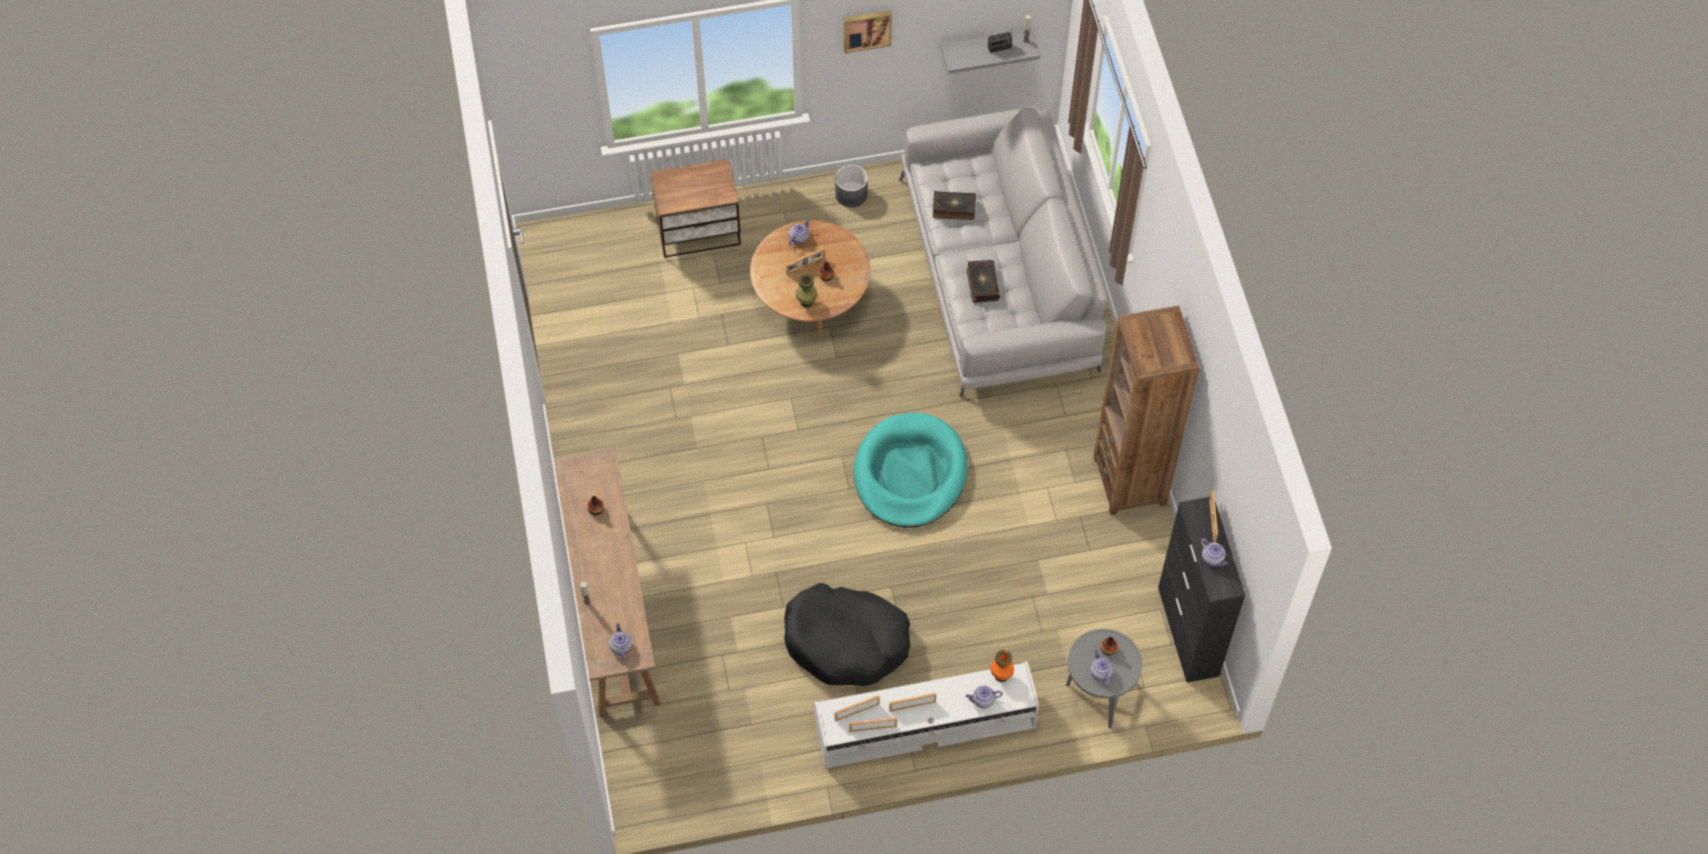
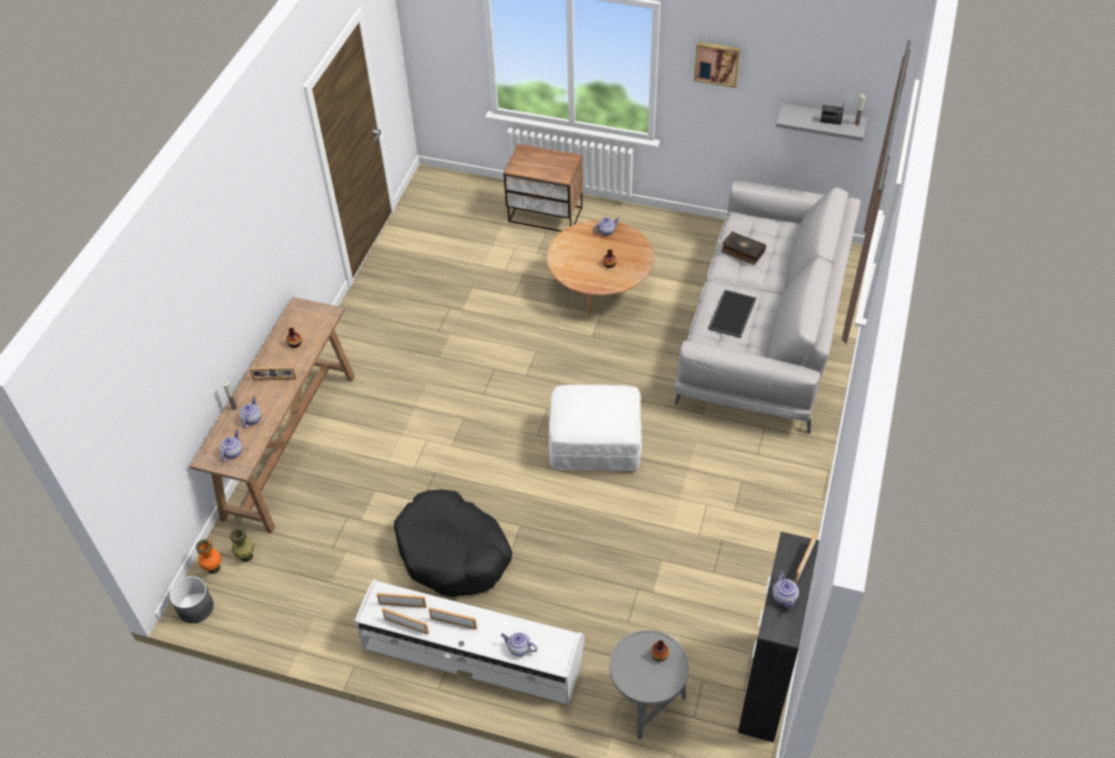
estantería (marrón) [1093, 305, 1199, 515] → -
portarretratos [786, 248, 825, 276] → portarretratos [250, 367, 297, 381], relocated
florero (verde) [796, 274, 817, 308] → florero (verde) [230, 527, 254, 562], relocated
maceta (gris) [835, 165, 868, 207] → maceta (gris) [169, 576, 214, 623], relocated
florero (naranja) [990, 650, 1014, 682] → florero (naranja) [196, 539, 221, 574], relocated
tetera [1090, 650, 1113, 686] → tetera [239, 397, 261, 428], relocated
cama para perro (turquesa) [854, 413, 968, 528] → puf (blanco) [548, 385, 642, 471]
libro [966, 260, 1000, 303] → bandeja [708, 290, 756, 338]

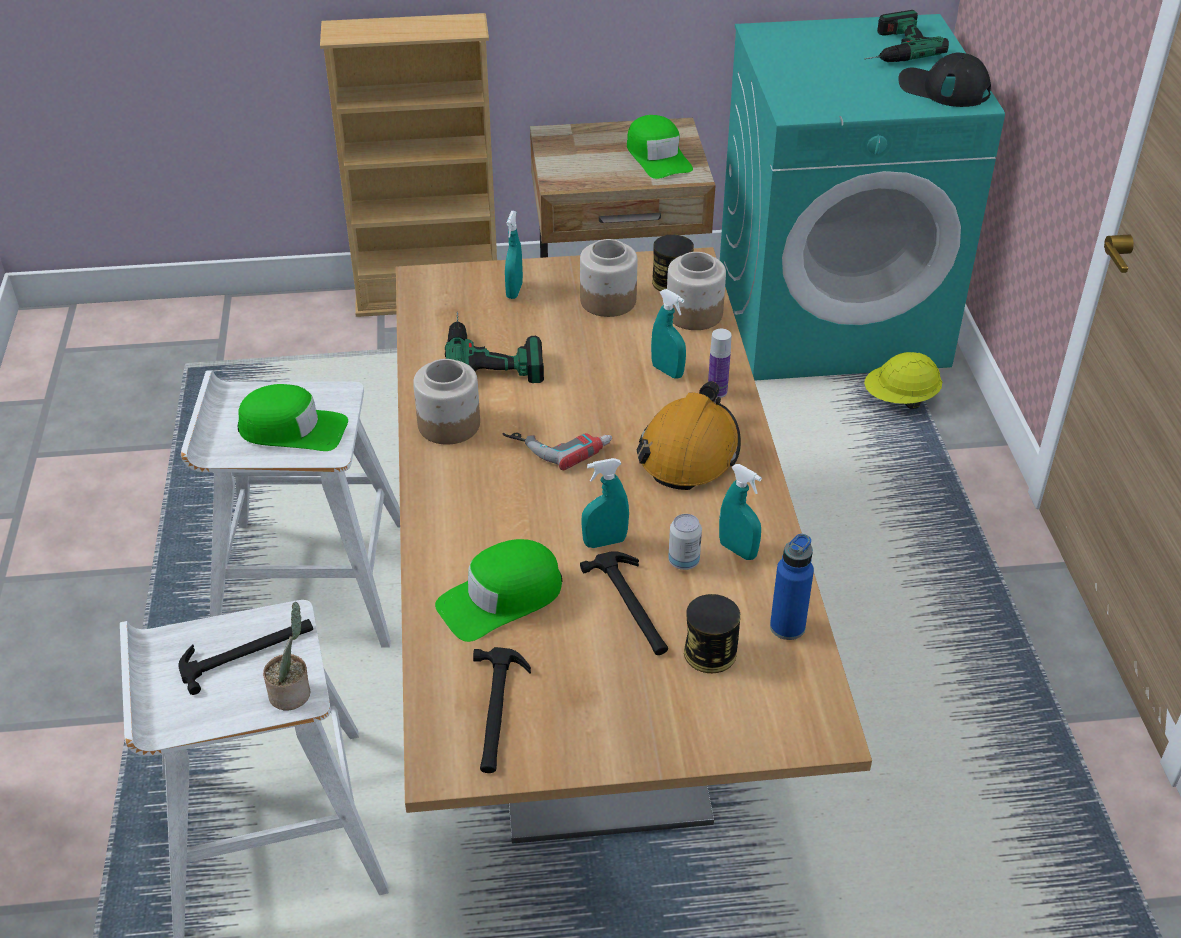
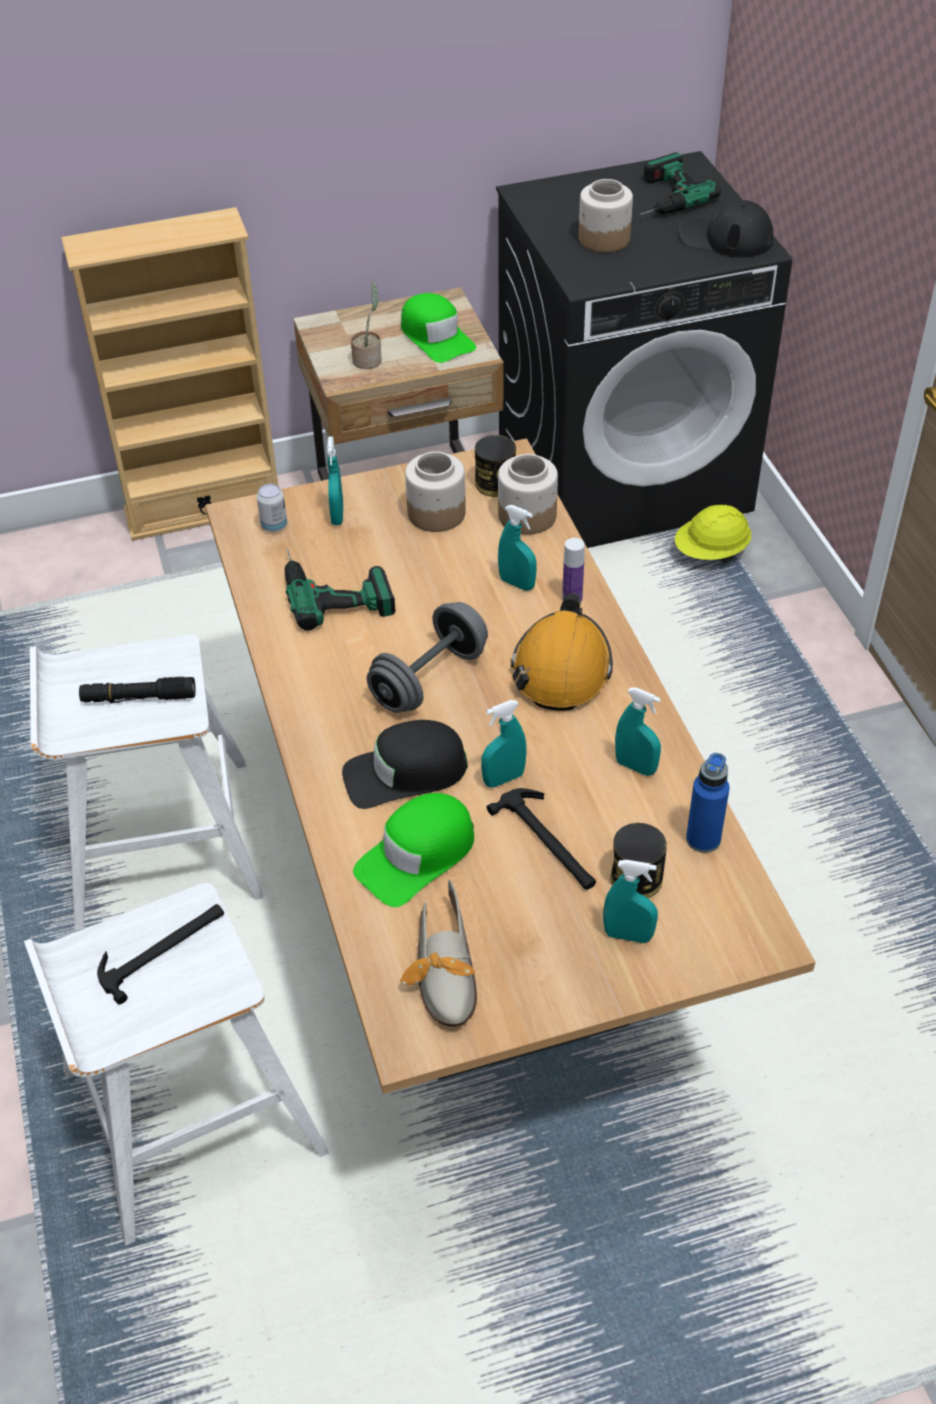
- → gorra (negro) [342, 720, 468, 809]
- → pulverizador (turquesa) [603, 860, 658, 943]
planta en maceta [263, 602, 310, 711] → planta en maceta [351, 281, 382, 369], relocated
tarro [413, 359, 480, 445] → tarro [579, 179, 633, 252], relocated
lata [668, 514, 702, 570] → lata [257, 484, 287, 532], relocated
gorra (verde) [238, 384, 348, 451] → linterna (negro) [79, 677, 196, 703]
martillo [473, 647, 531, 773] → zapato [400, 879, 477, 1027]
taladro [502, 433, 612, 470] → mancuerna (gris) [367, 602, 488, 713]
lavadora (turquesa) [720, 14, 1005, 380] → lavadora (negro) [496, 151, 792, 548]

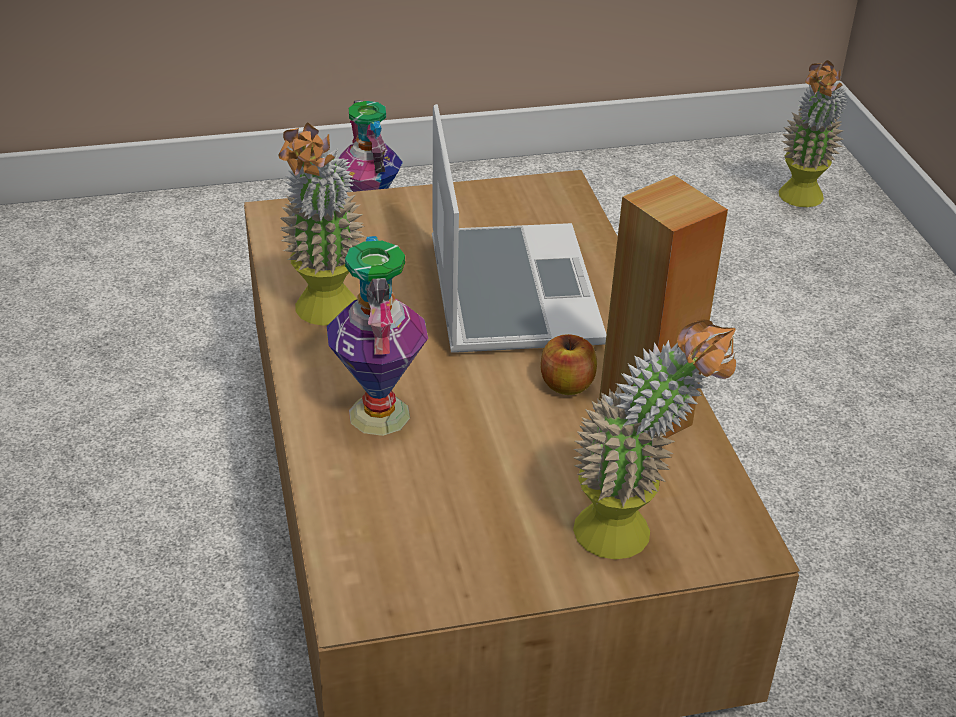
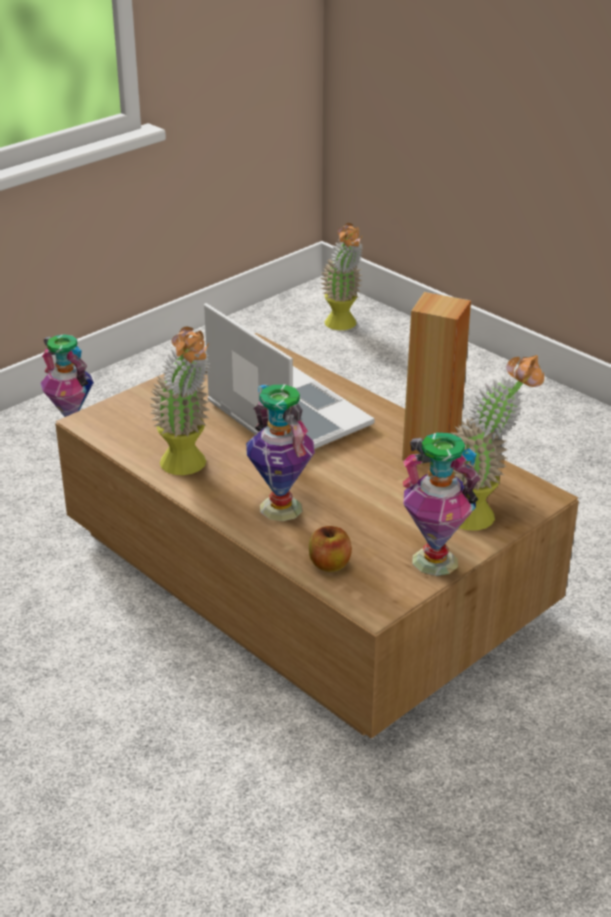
- → florero [403, 433, 481, 576]
manzana [541, 334, 597, 395] → manzana [309, 526, 352, 572], relocated

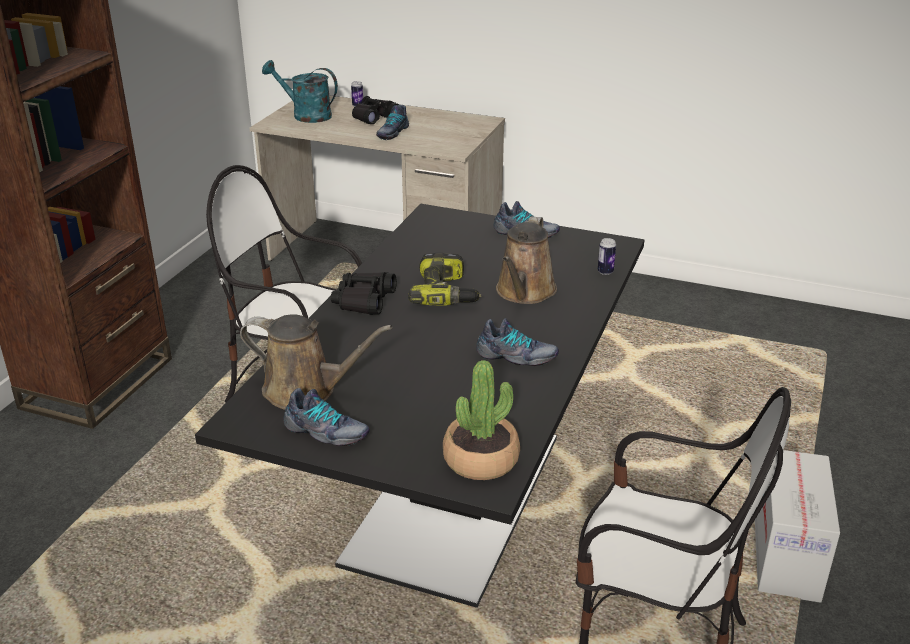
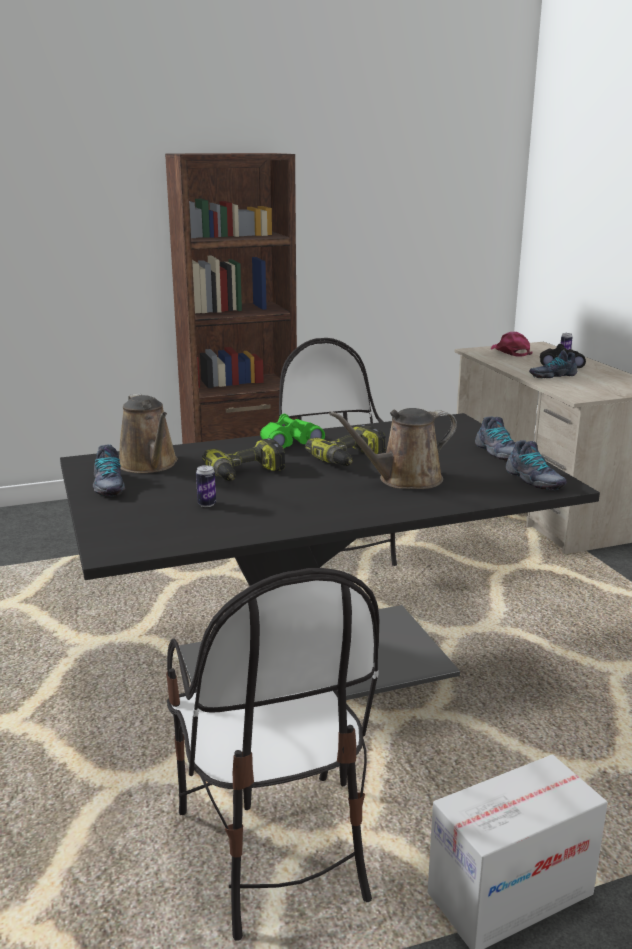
planta en maceta [443, 360, 520, 480] → -
- → taladro [202, 438, 286, 481]
zapato [476, 318, 559, 366] → zapato [506, 440, 567, 490], relocated
lata [598, 238, 616, 275] → lata [196, 465, 216, 507], relocated
regadera (turquesa) [262, 60, 338, 123] → gorra (rosa) [491, 332, 533, 357]
prismáticos (negro) [331, 272, 397, 315] → prismáticos (verde) [260, 414, 325, 448]

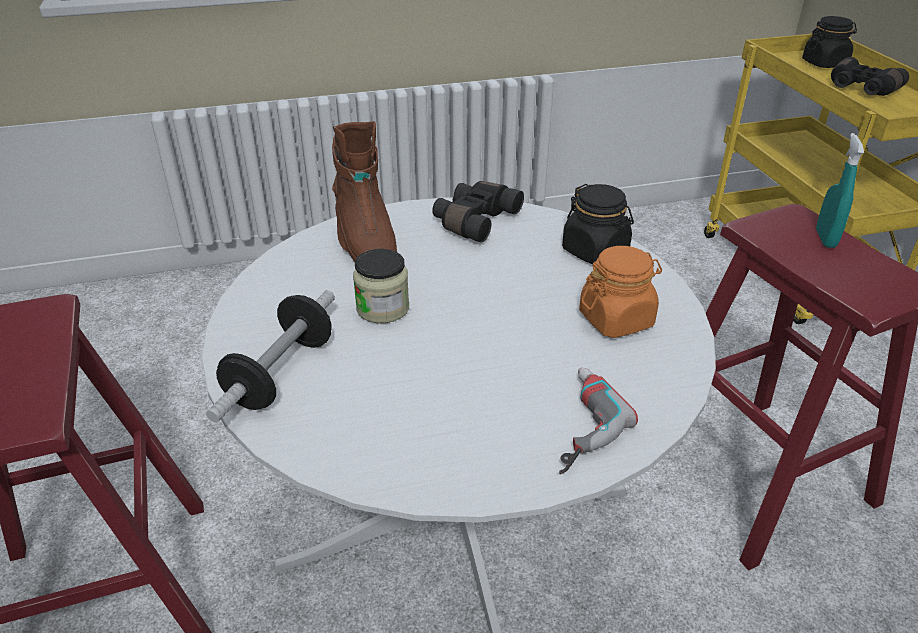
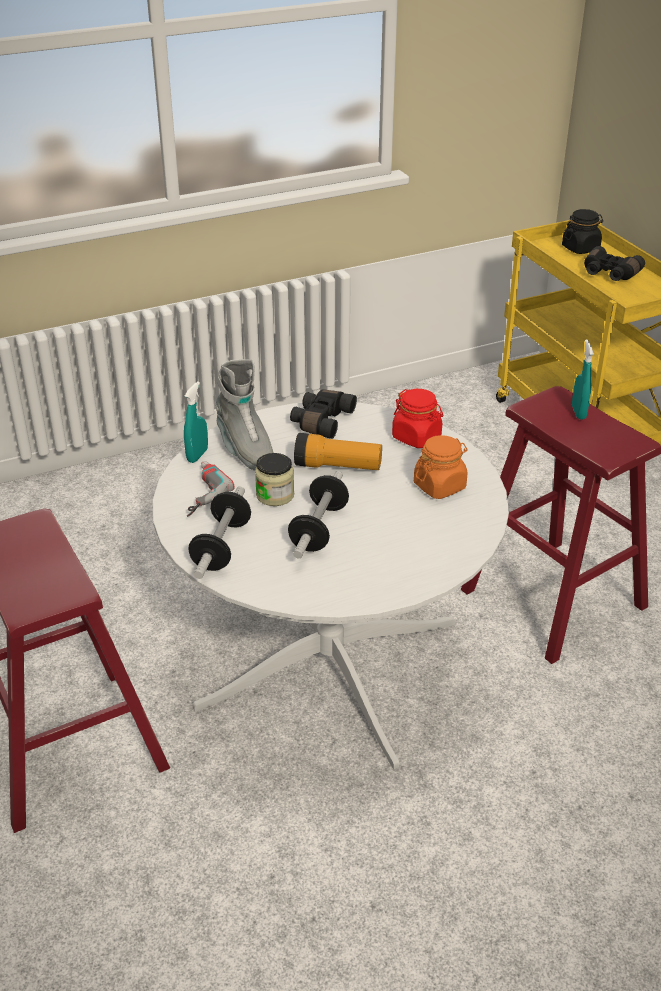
- → pulverizador (turquesa) [184, 381, 208, 463]
- → mancuerna [288, 471, 349, 558]
- → linterna [294, 433, 382, 470]
taladro [559, 367, 638, 474] → taladro [187, 461, 234, 517], relocated
bota (marrón) [332, 121, 397, 262] → bota (gris) [215, 359, 274, 471]
tarro (negro) [562, 184, 634, 264] → tarro (rojo) [392, 389, 443, 448]

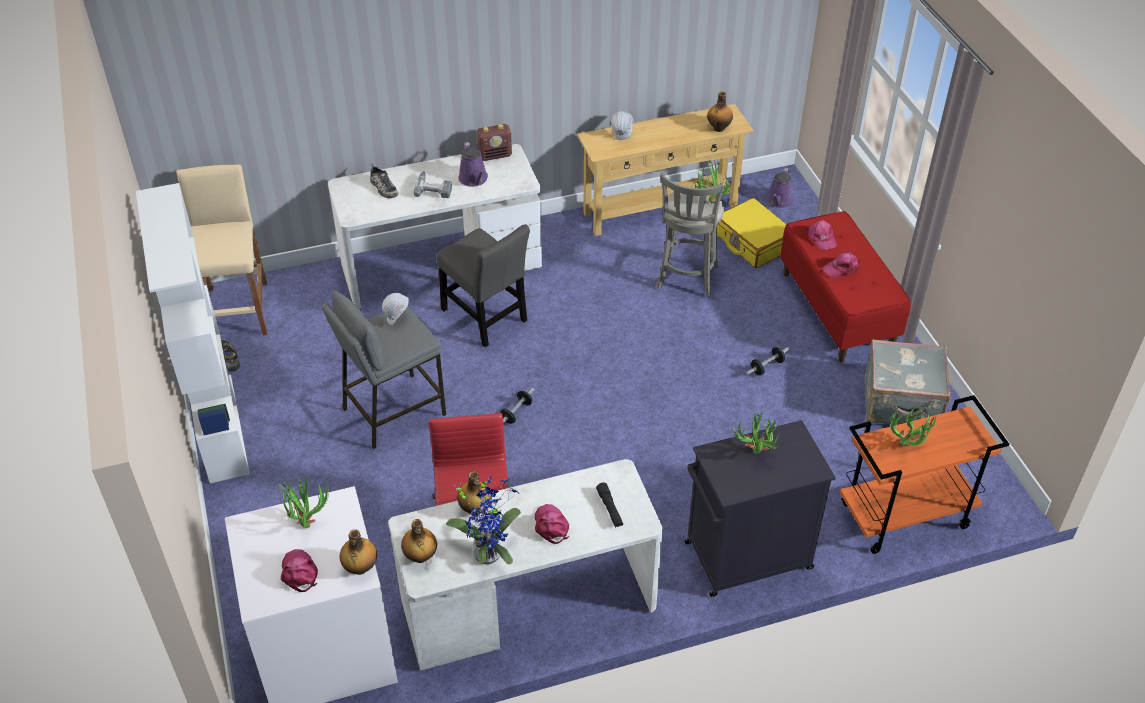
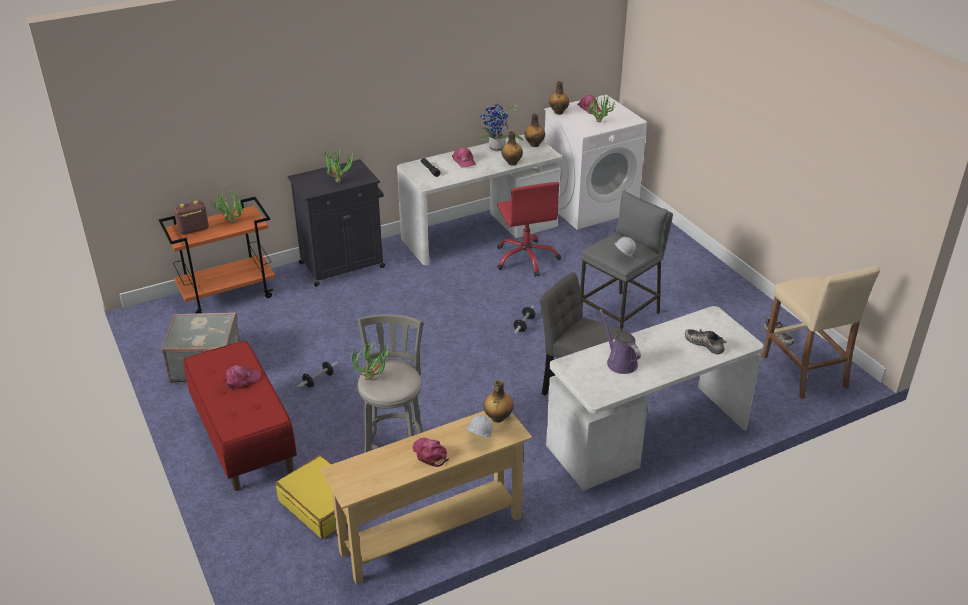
estantería (blanco) [136, 183, 250, 483] → -
taladro [414, 171, 452, 198] → -
regadera (morado) [767, 168, 794, 208] → -
radio [476, 124, 512, 161] → radio [174, 201, 209, 235], relocated
botella [707, 92, 733, 132] → botella [483, 380, 514, 423], relocated
gorra (rosa) [806, 220, 837, 250] → gorra (rosa) [413, 438, 449, 467], relocated

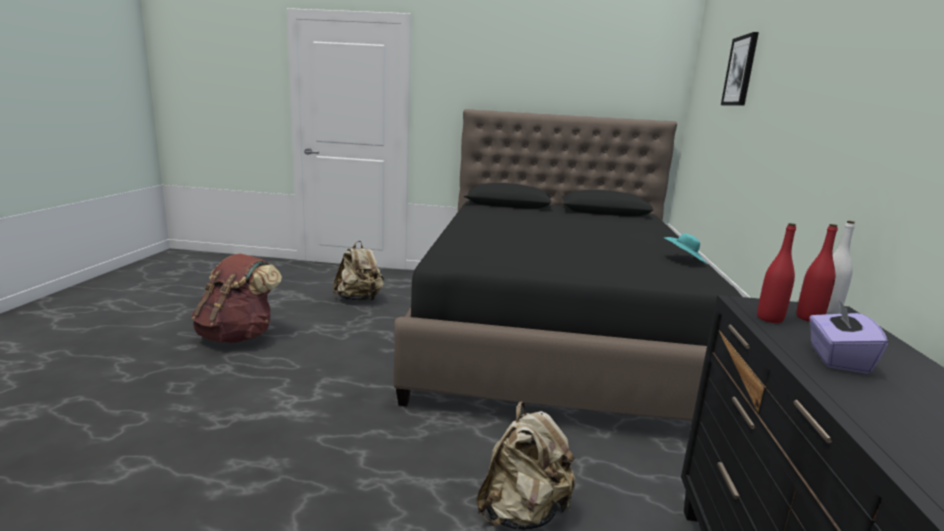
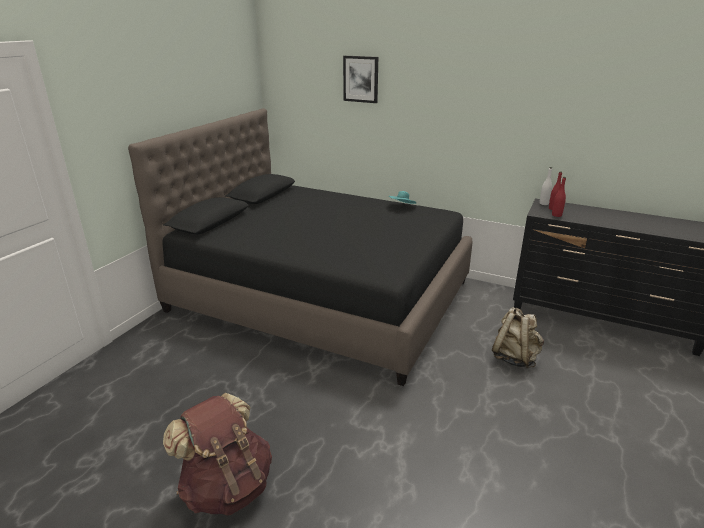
mochila (beis) [333, 241, 384, 301] → -
caja de pañuelos (morado) [810, 299, 888, 374] → -

